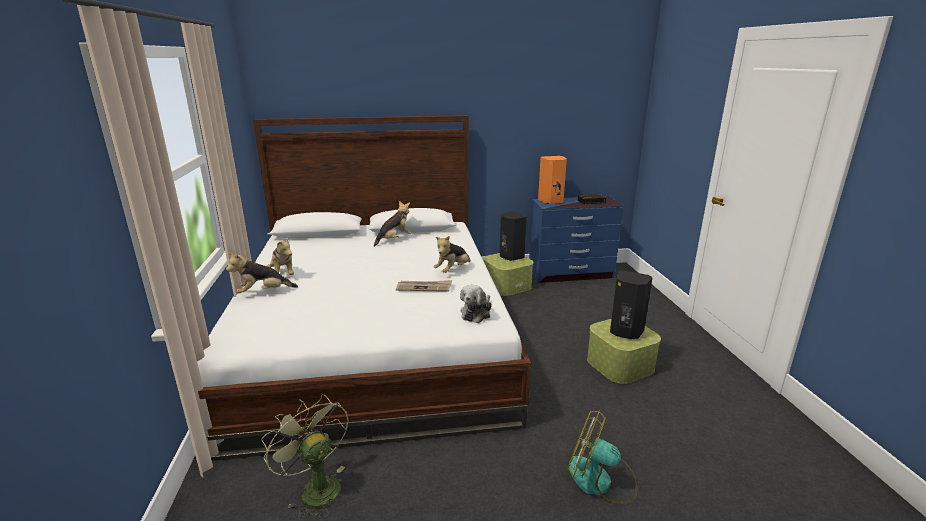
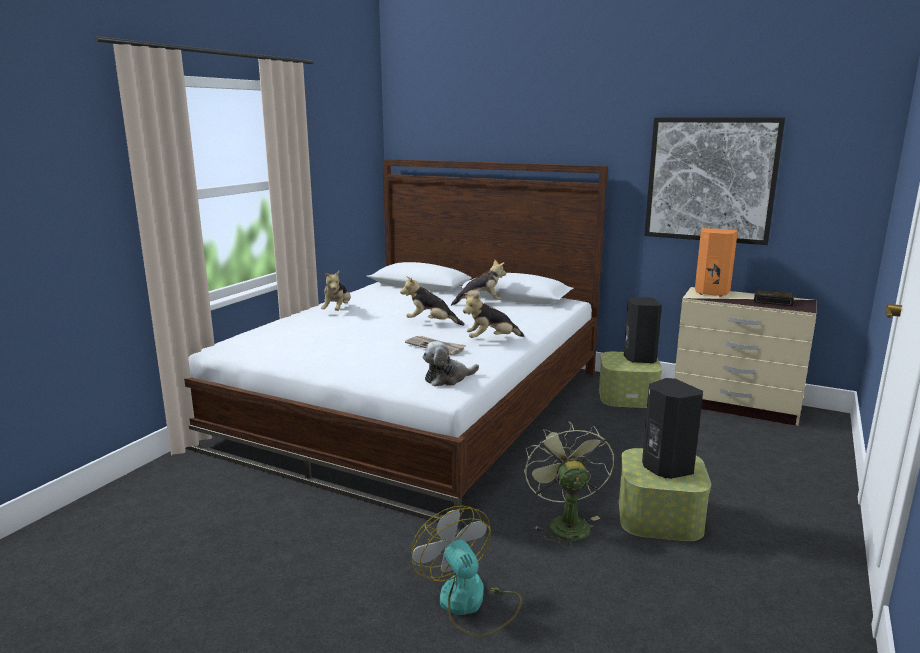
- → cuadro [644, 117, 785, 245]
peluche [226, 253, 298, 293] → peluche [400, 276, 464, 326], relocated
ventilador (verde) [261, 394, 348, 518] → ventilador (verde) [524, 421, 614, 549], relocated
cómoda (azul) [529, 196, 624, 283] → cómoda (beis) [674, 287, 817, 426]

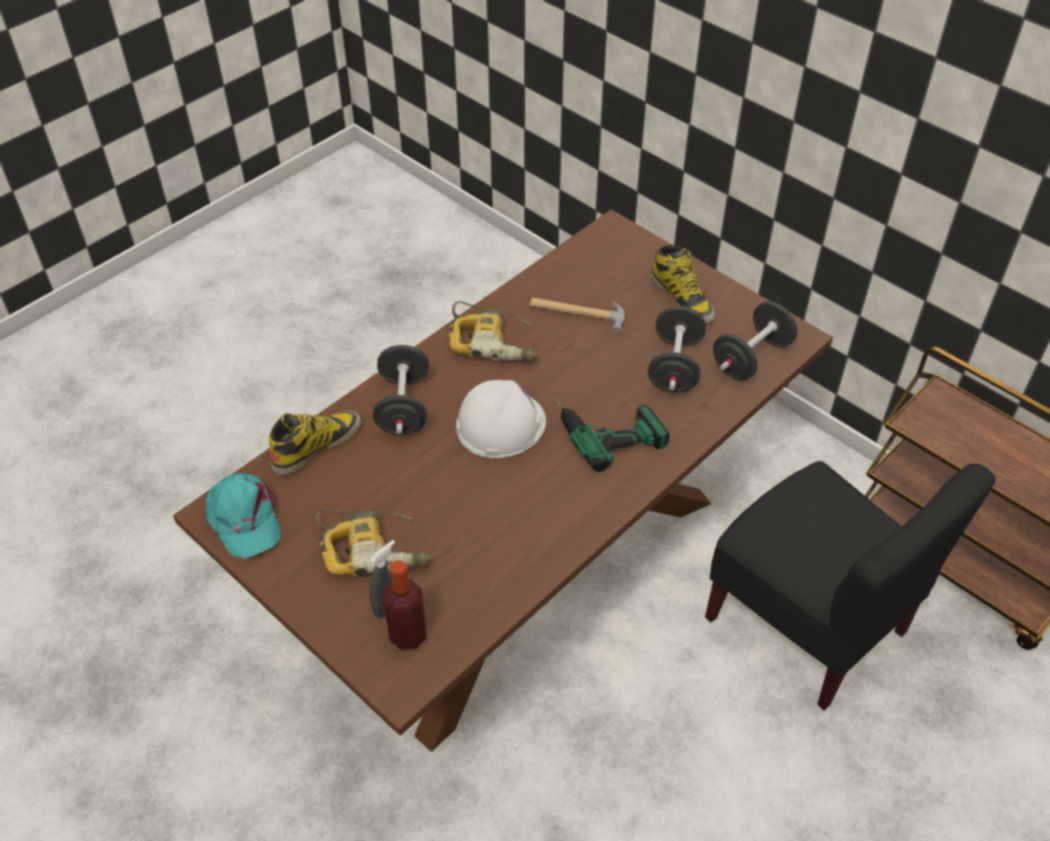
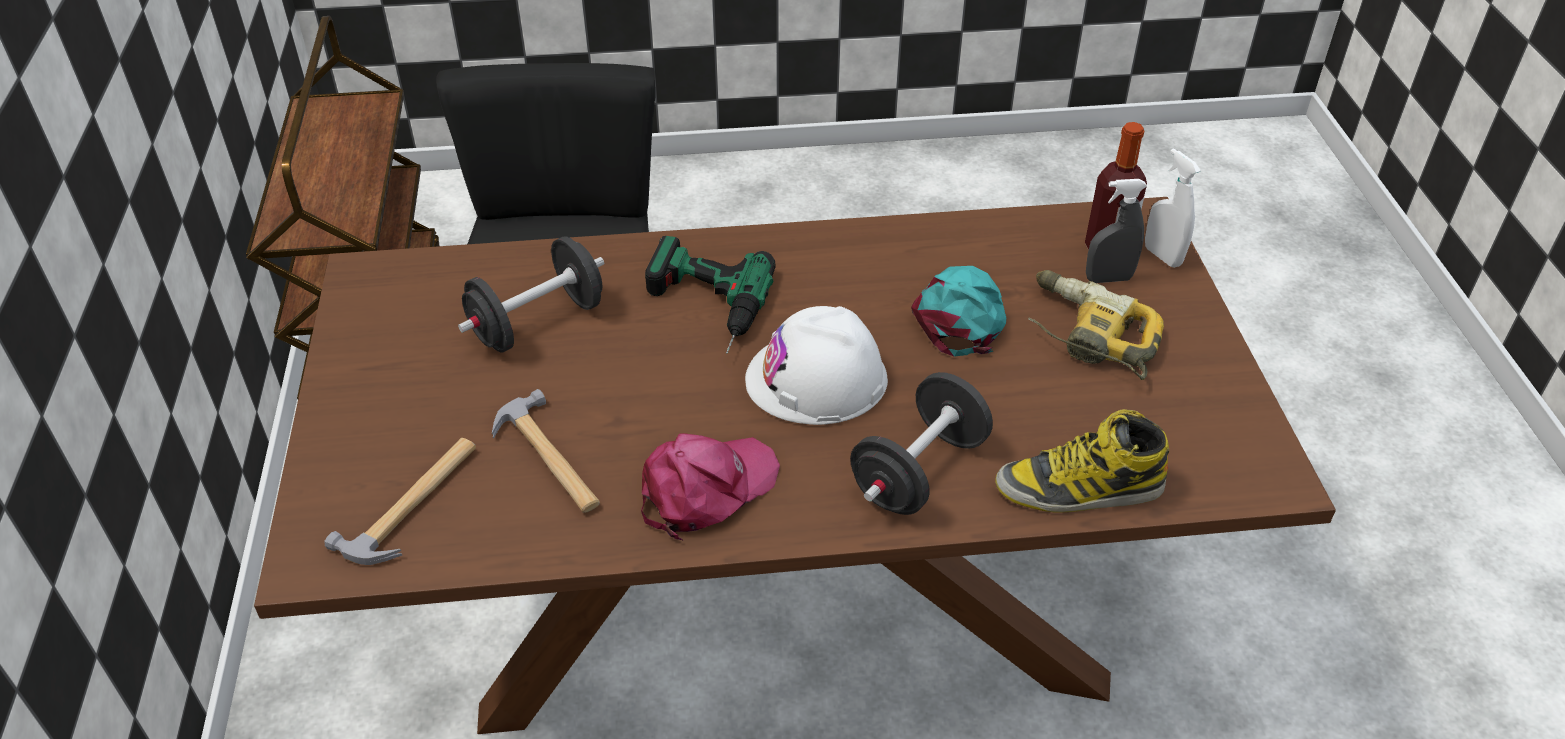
bota [650, 245, 715, 324] → -
mancuerna (negro) [713, 301, 797, 381] → -
- → martillo [324, 438, 476, 565]
- → pulverizador (blanco) [1145, 148, 1201, 268]
gorra (turquesa) [205, 473, 281, 559] → gorra (turquesa) [911, 266, 1006, 357], relocated
taladro [449, 301, 538, 362] → gorra (rosa) [641, 433, 780, 541]

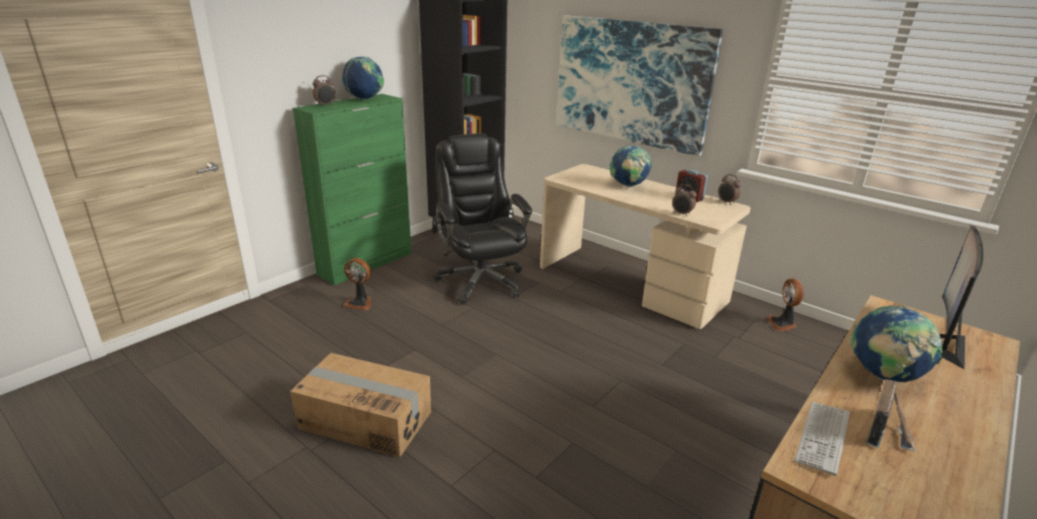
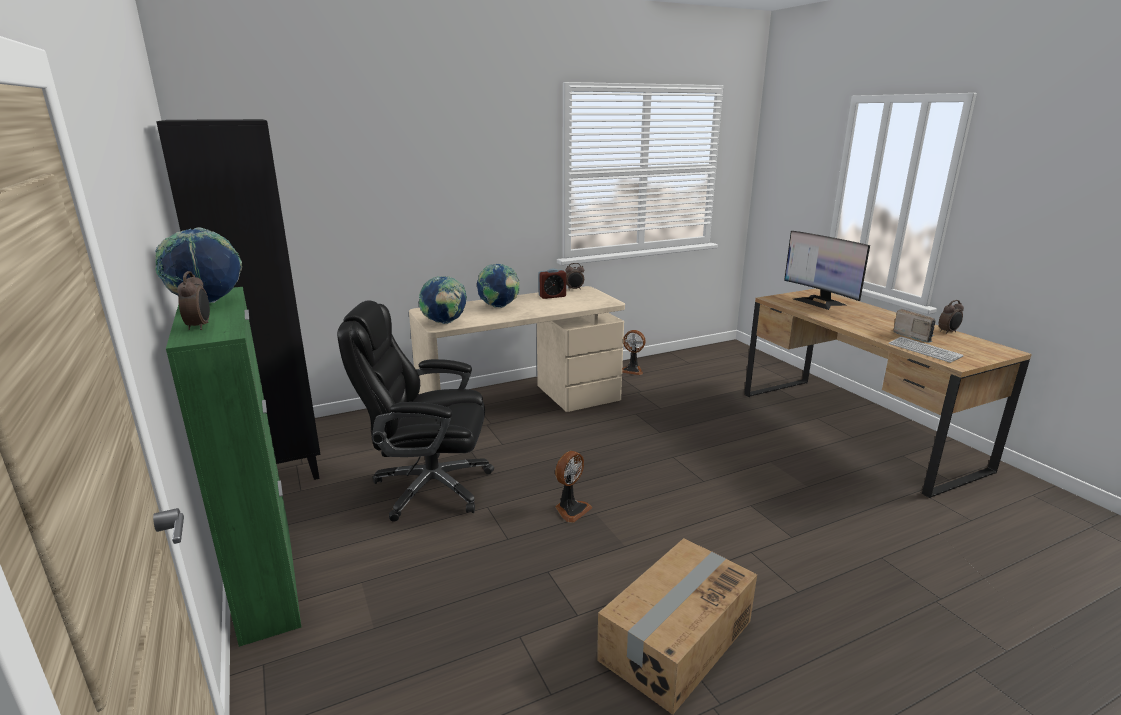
cuadro [556, 15, 723, 156] → -
ventilador [344, 258, 371, 310] → ventilador [555, 451, 592, 523], relocated
despertador [672, 184, 697, 216] → despertador [939, 300, 964, 334], relocated
globo terráqueo [850, 306, 943, 382] → globo terráqueo [419, 276, 467, 324], relocated

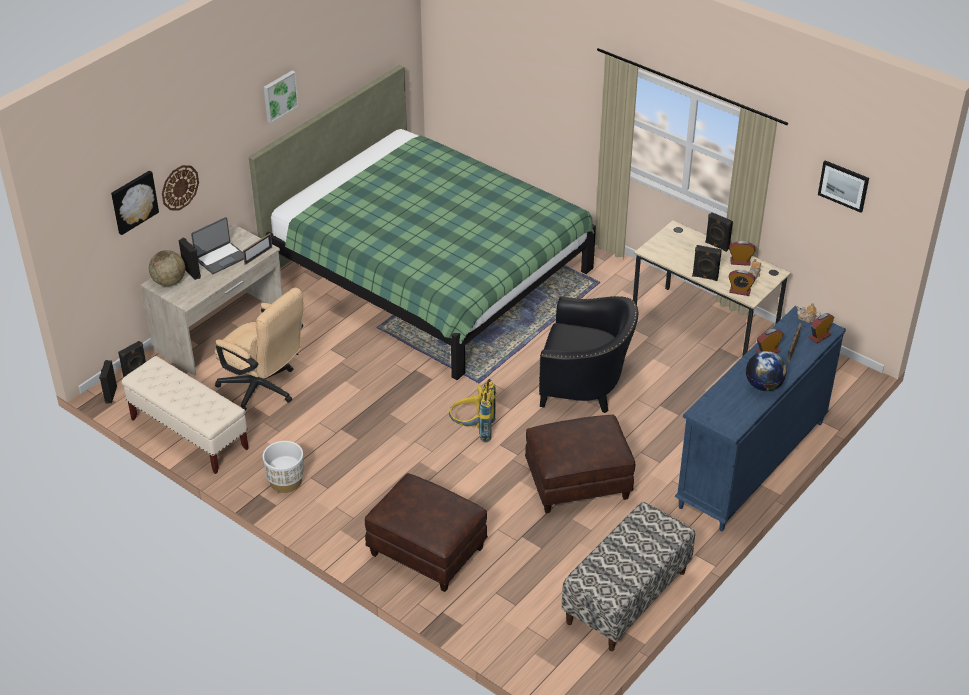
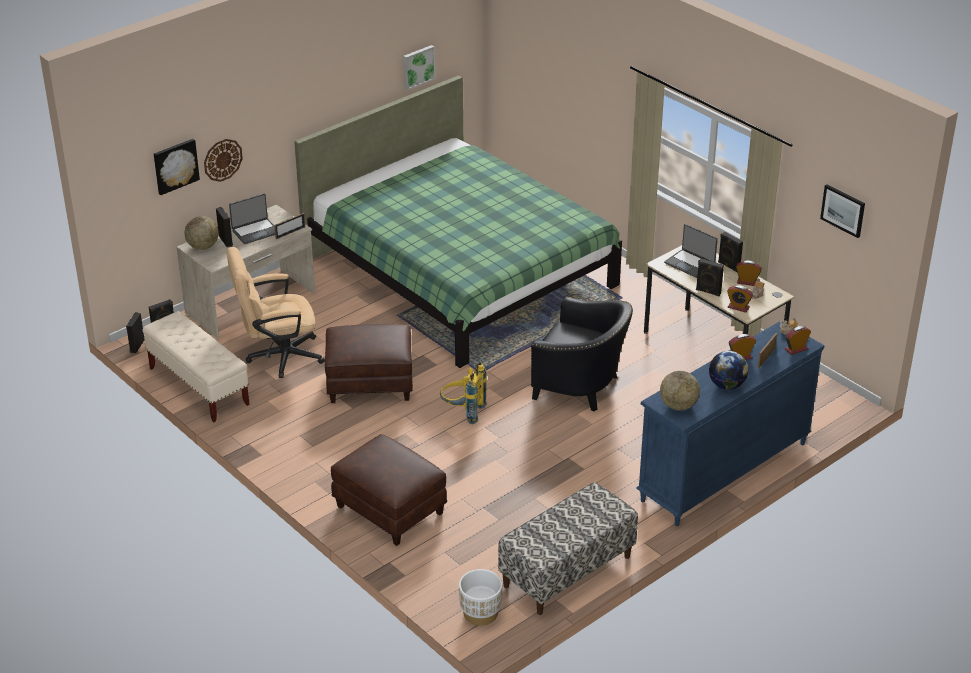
- → globo terráqueo [660, 371, 700, 411]
- → portátil [664, 224, 718, 278]
maceta (blanco) [263, 441, 304, 493] → maceta (blanco) [459, 569, 502, 626], relocated
cuadro [264, 71, 299, 123] → cuadro [404, 45, 435, 90], relocated
puf (marrón) [525, 415, 635, 513] → puf (marrón) [325, 324, 413, 403], relocated
silla de oficina (beis) [215, 288, 304, 412] → silla de oficina (beis) [227, 247, 325, 378], 120 degrees clockwise

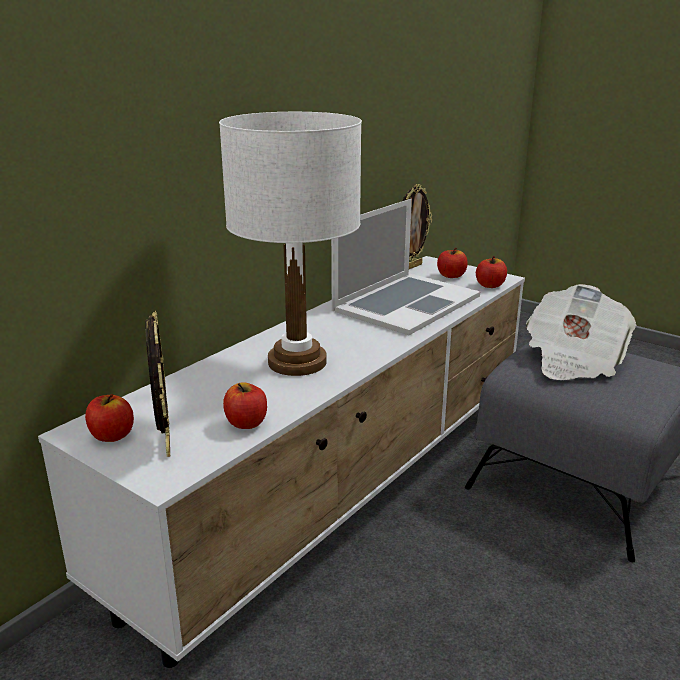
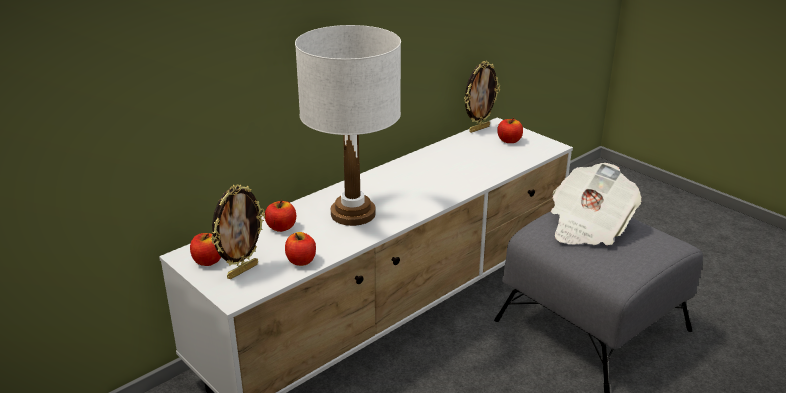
portátil [331, 199, 480, 335] → -
manzana [476, 256, 507, 288] → manzana [265, 200, 296, 232], relocated
portarretratos [145, 311, 170, 457] → portarretratos [211, 184, 265, 279], 45 degrees clockwise

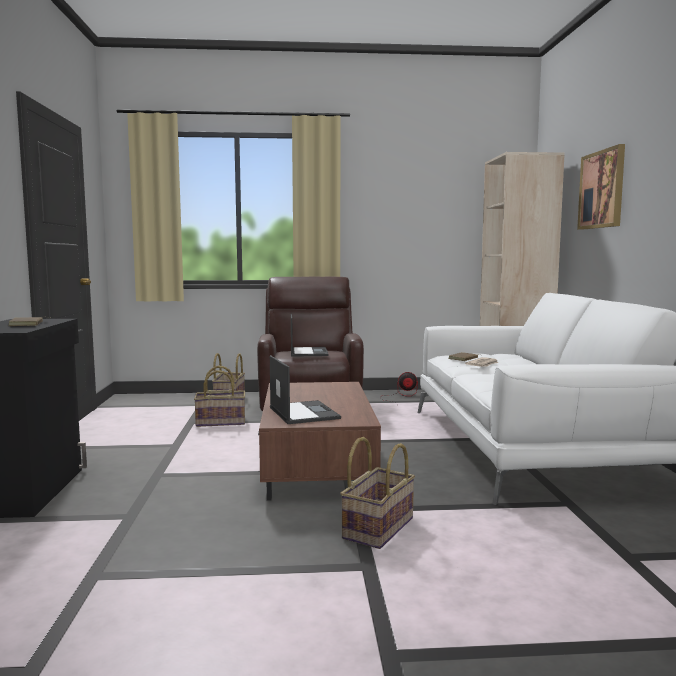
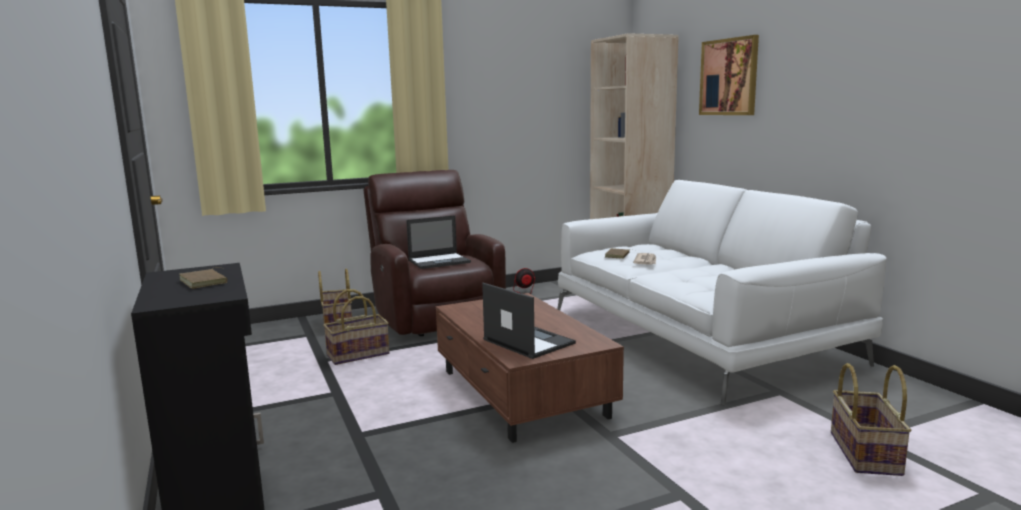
cesta [340, 437, 415, 549] → cesta [831, 363, 912, 476], relocated
portátil [291, 314, 329, 357] → portátil [406, 215, 471, 269], 90 degrees clockwise

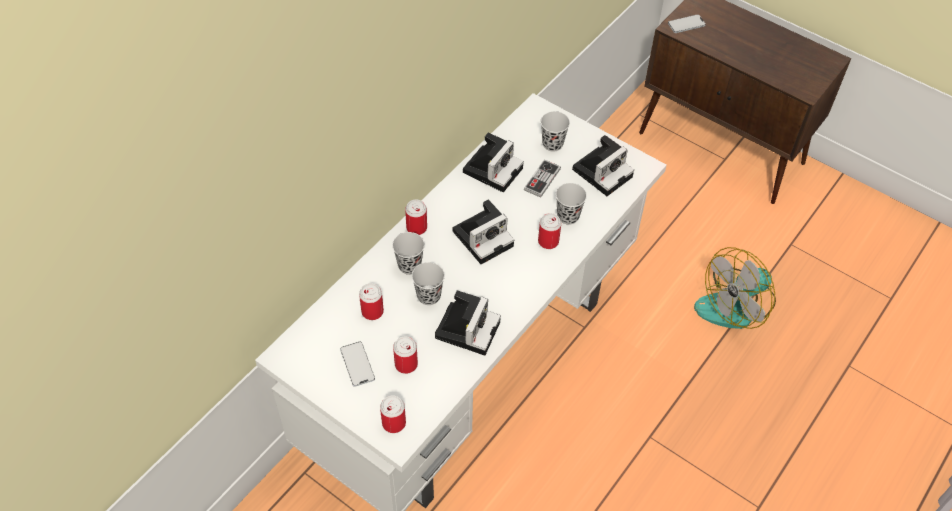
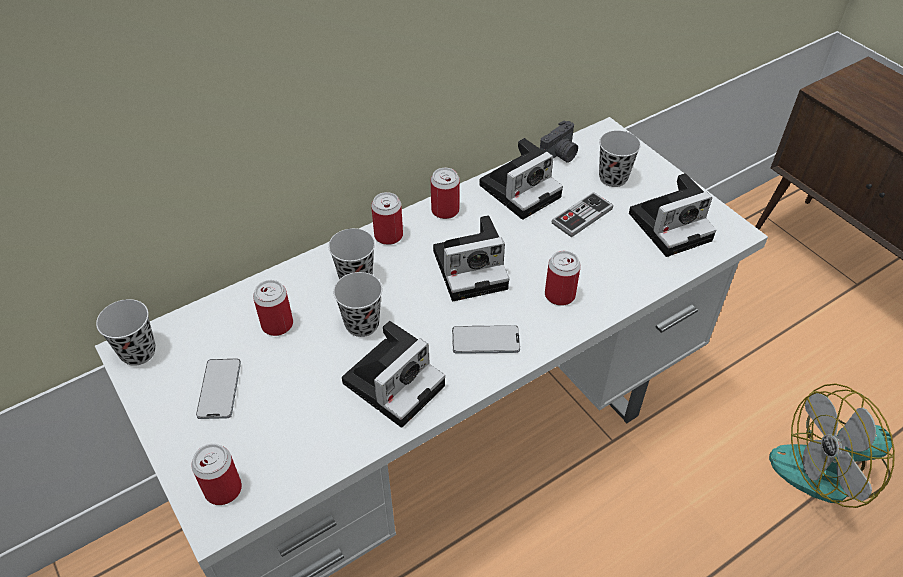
- → cámara [540, 120, 578, 163]
lata [393, 336, 418, 374] → lata [431, 168, 460, 219], relocated
taza (negro) [556, 183, 587, 225] → taza (negro) [96, 299, 156, 366], relocated
móvil [668, 14, 706, 33] → móvil [452, 325, 520, 354], relocated

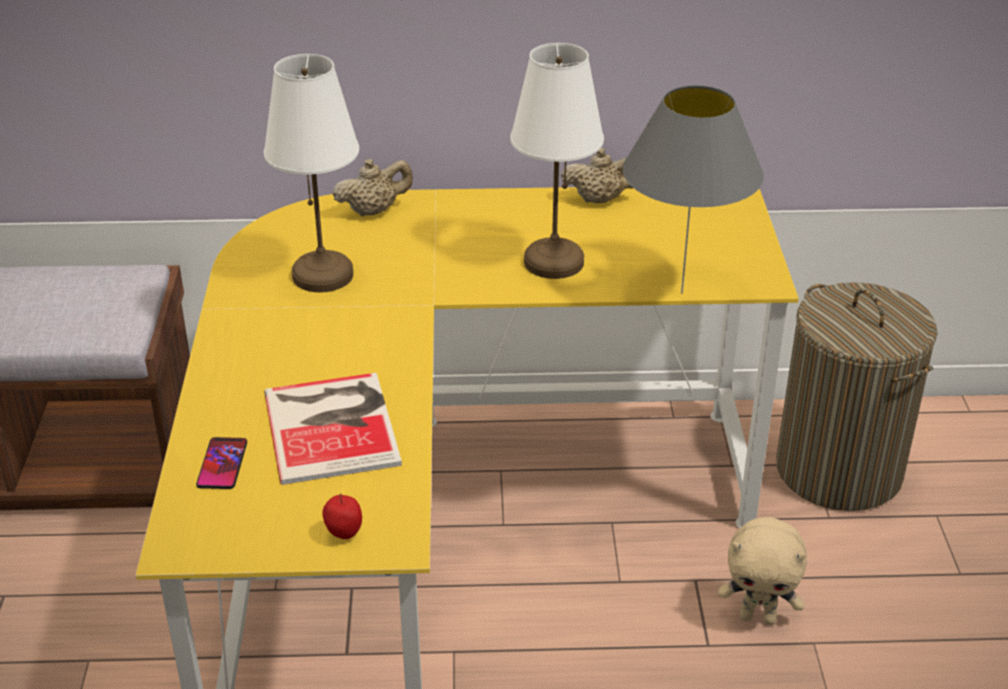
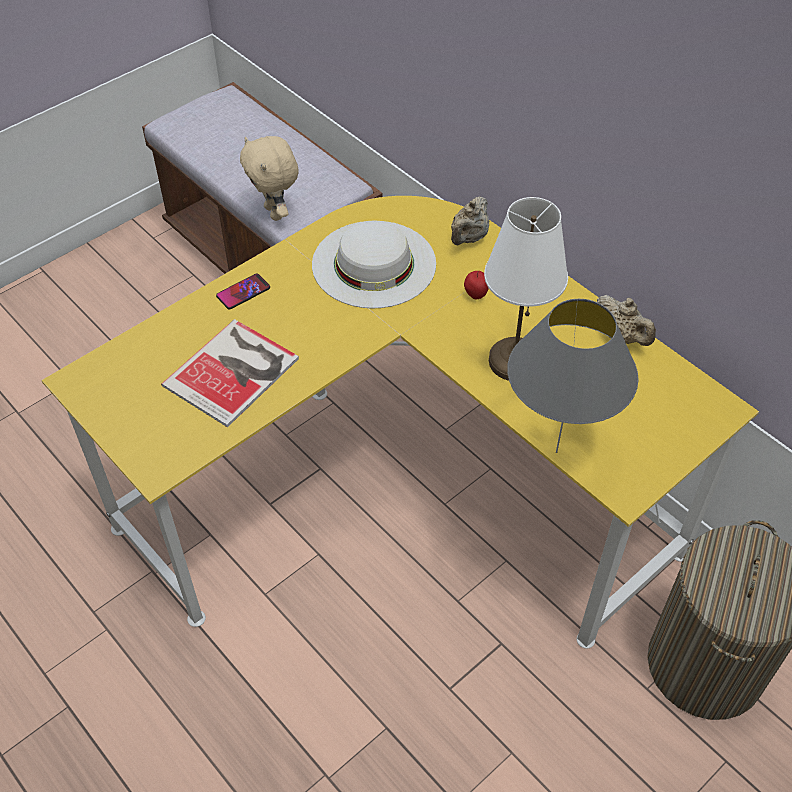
móvil [196, 437, 247, 489] → móvil [216, 273, 270, 309], relocated
manzana [322, 493, 362, 539] → manzana [464, 271, 489, 299], relocated
peluche (beis) [718, 517, 807, 625] → peluche (beis) [240, 136, 299, 221], relocated
lámpara de mesa (blanco) [264, 54, 359, 293] → sombrero (blanco) [312, 221, 436, 308]
tetera (beis) [333, 159, 413, 216] → tetera (beis) [451, 196, 489, 245], 90 degrees clockwise

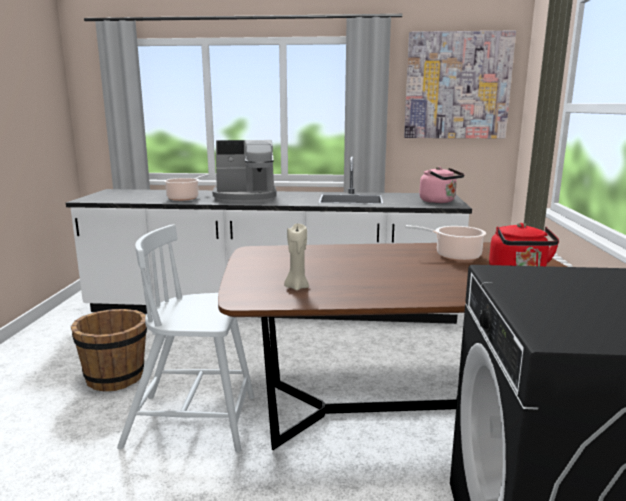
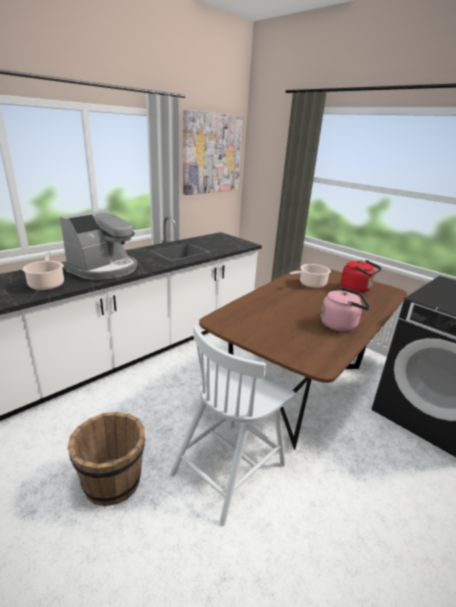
vela (beis) [284, 224, 309, 291] → -
hervidor (rosa) [419, 167, 465, 203] → hervidor (rosa) [321, 287, 370, 331], relocated

